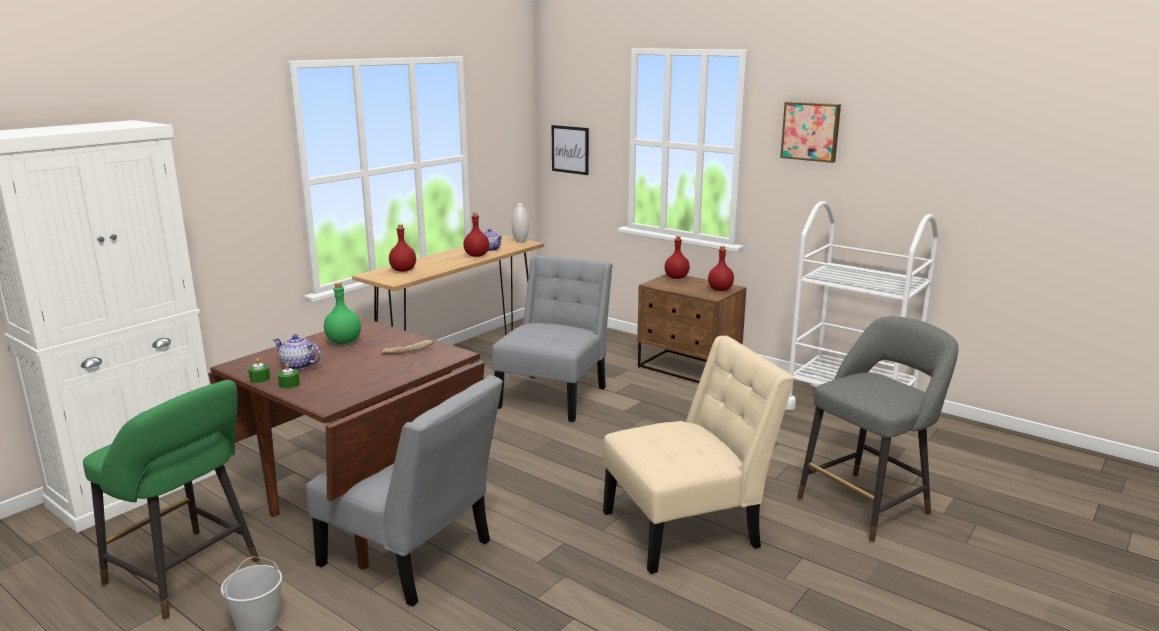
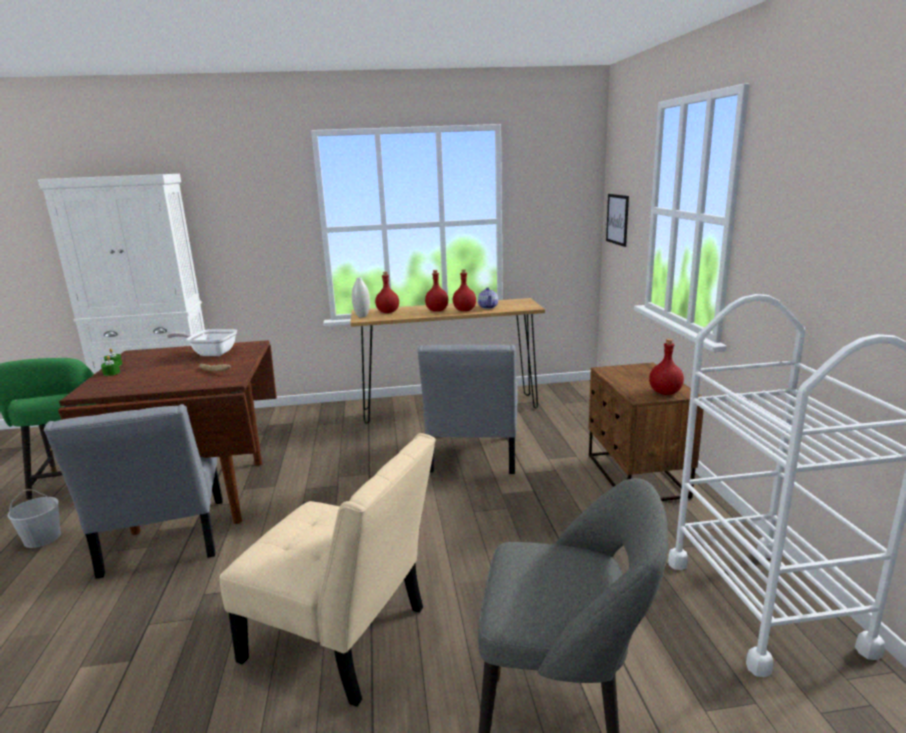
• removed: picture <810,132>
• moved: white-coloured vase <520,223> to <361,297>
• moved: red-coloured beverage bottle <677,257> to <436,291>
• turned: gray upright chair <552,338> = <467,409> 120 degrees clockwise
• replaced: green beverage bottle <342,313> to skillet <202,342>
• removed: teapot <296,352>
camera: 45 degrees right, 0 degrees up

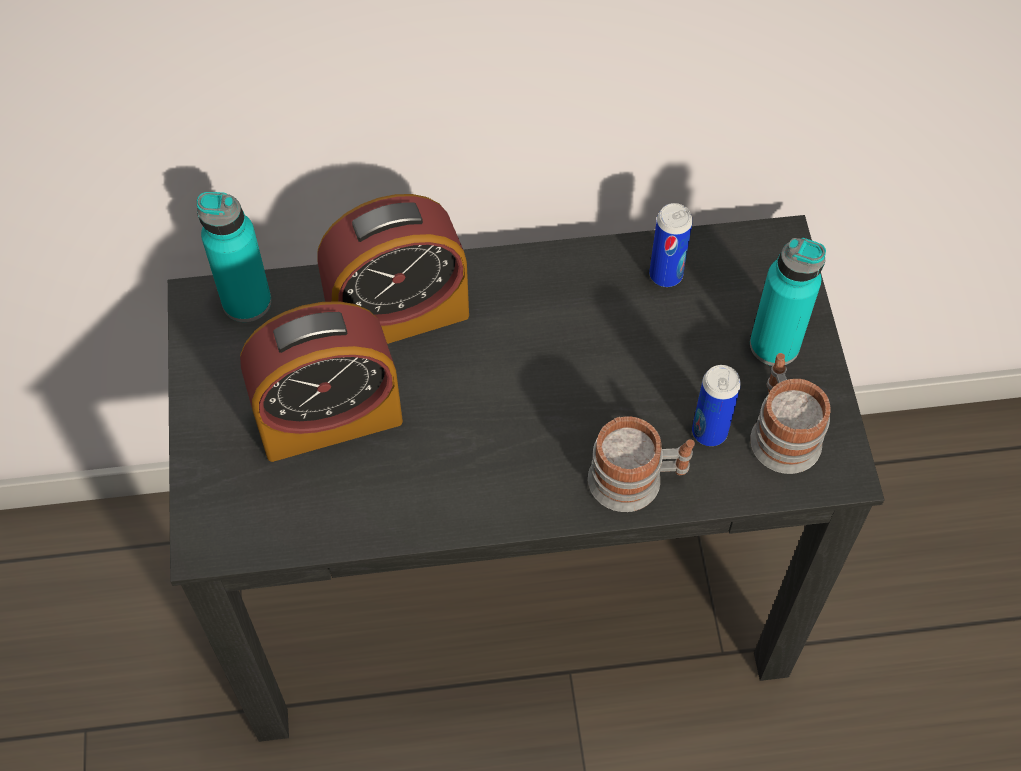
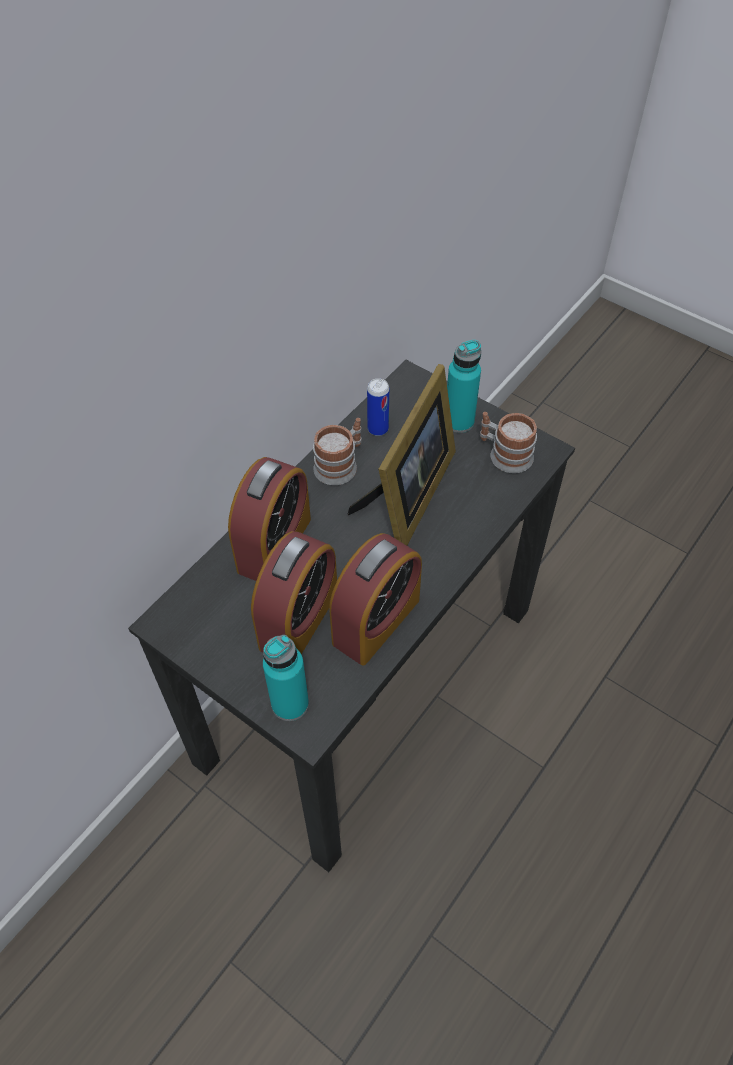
• moved: turquoise beverage bottle <234,257> to <286,678>
• removed: sealed can <716,405>
• moved: tea mug <641,464> to <337,451>
• added: photo frame <401,455>
• added: bedside clock <375,599>
camera: 45 degrees left, 5 degrees down

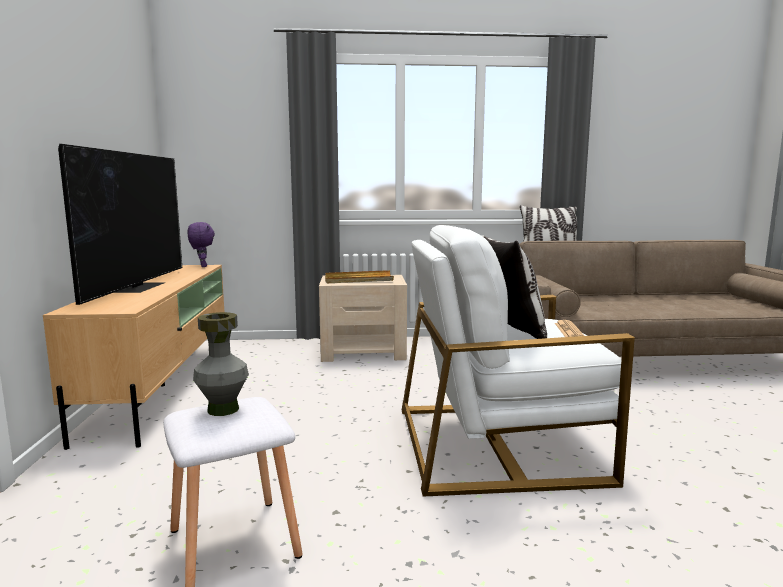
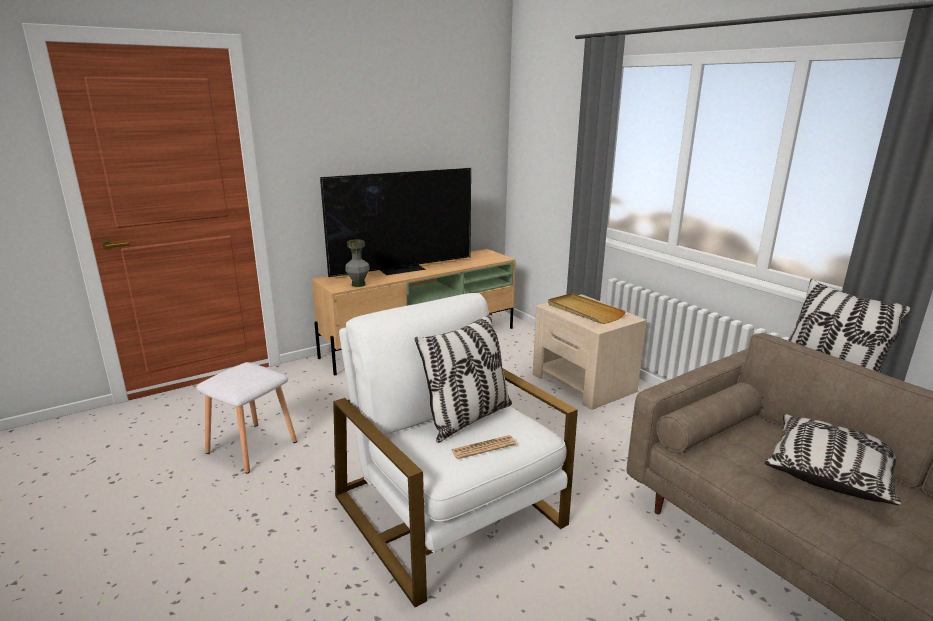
• removed: purplish cuddly toy <201,244>
• moved: gray vase <221,364> to <357,263>
• added: pillow <833,459>
camera: 60 degrees right, 10 degrees up

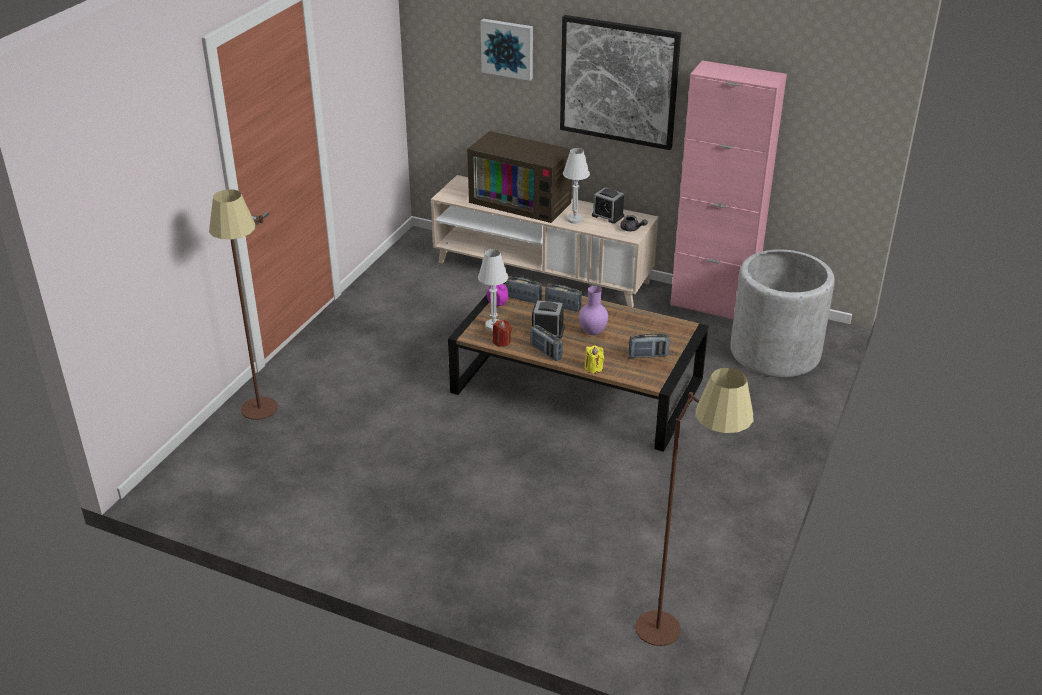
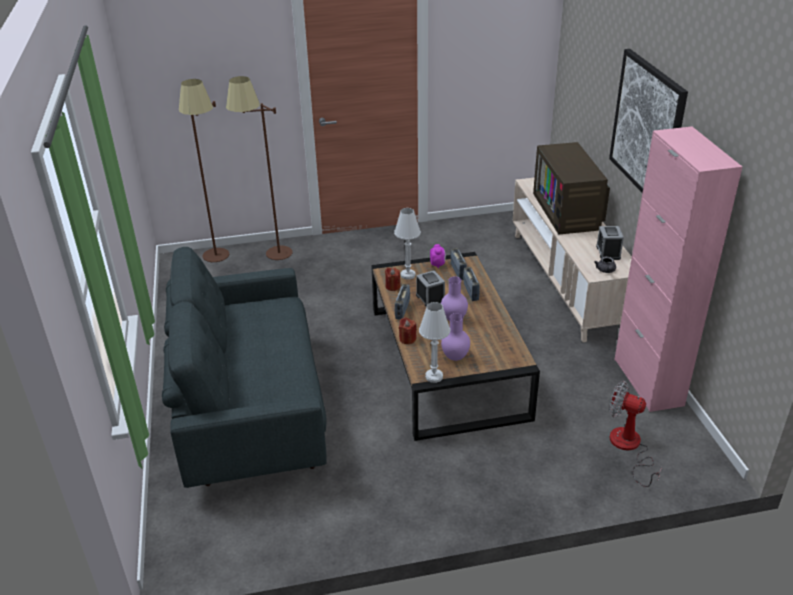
• removed: picture <507,50>
• moved: white-coloured table lamp <576,186> to <434,342>
• replaced: gray flower pot <782,313> to fan <635,434>
• replaced: radio receiver <649,345> to purplish vase <455,337>
• recoloured: yellowish wax candle <594,359> to red-coloured wax candle <408,330>
• moved: brown-coloured floor lamp <694,507> to <204,170>
• added: gray sofa <244,367>
camera: 55 degrees right, 0 degrees up

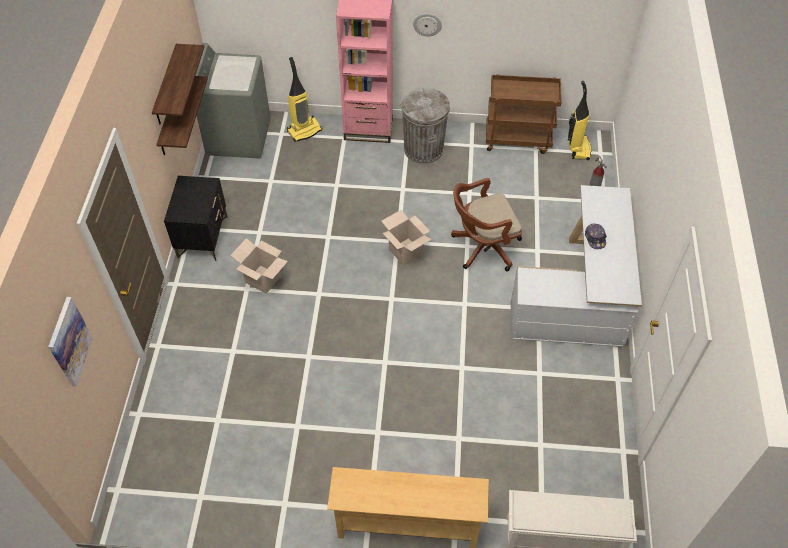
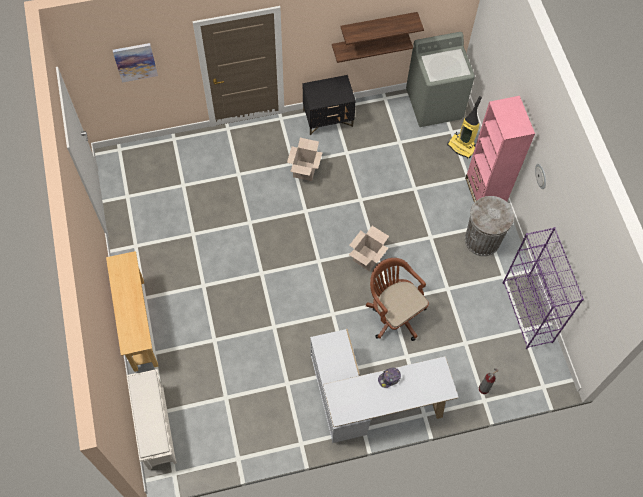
• replaced: brown-coloured wheeled cart <524,114> to purplish shelving unit <543,288>
• removed: vacuum cleaner <580,120>
camera: 70 degrees right, 10 degrees up

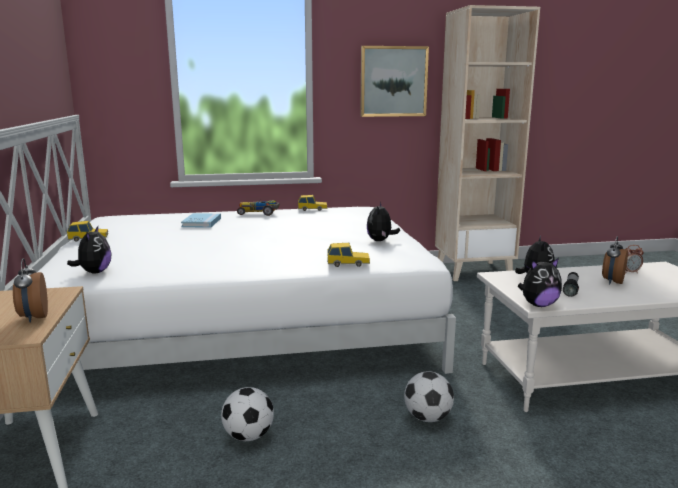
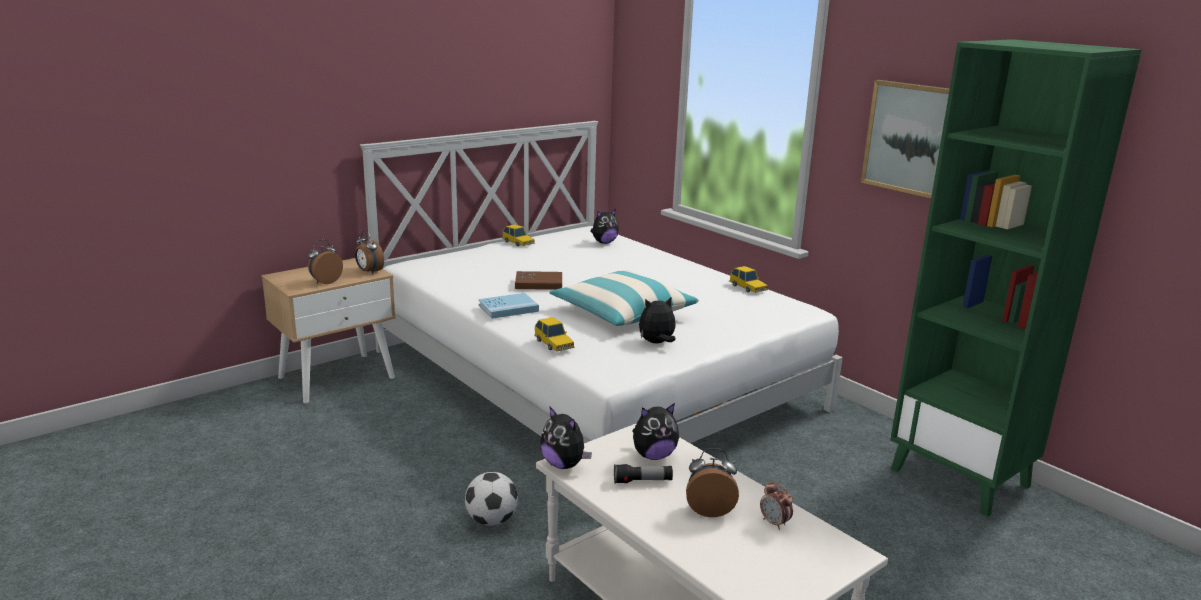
• recoloured: beige shelving unit <487,143> to green shelving unit <1016,278>
• removed: miniature car <258,208>
• moved: bluish bound book <201,220> to <509,306>
• moved: cuddly toy <89,249> to <604,226>
• removed: ball for football <247,414>
• added: bedside clock <369,252>
• added: pillow <624,298>
• added: brown-coloured bound book <538,280>
camera: 60 degrees right, 5 degrees up

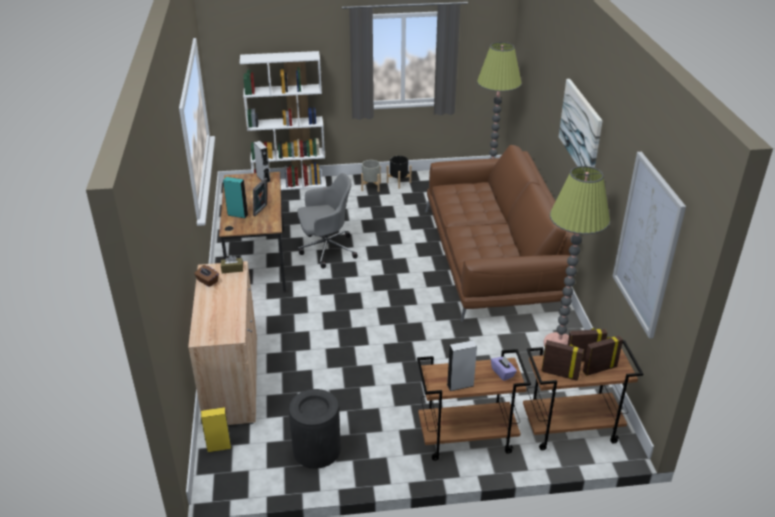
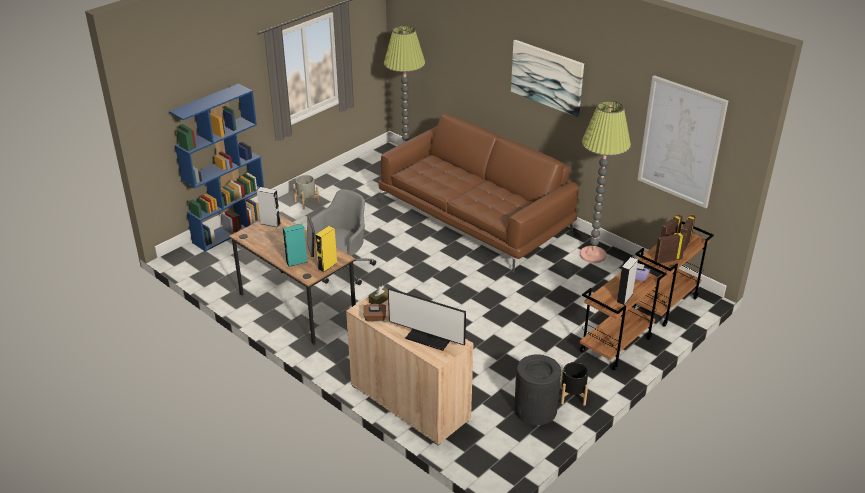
• recoloured: white-coloured shelving unit <283,120> to bluish shelving unit <216,168>
• moved: black flower pot <399,172> to <574,384>
• moved: yellowish audio speaker <216,430> to <326,249>
• added: computer display <427,319>
camera: 40 degrees left, 0 degrees up

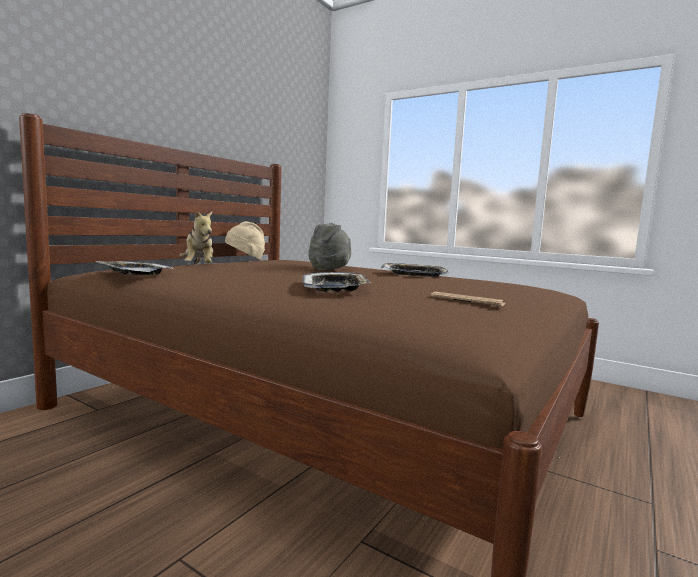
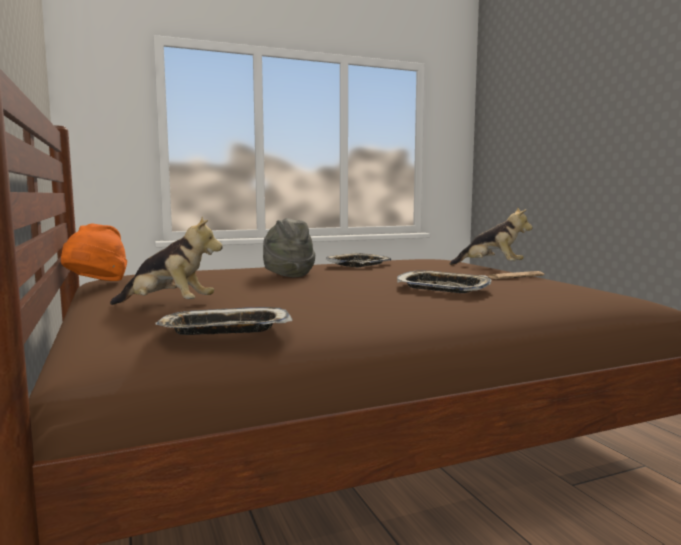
• recoloured: beige clothing hat <245,240> to orange clothing hat <94,252>
• added: cuddly toy <491,236>
camera: 55 degrees left, 0 degrees up

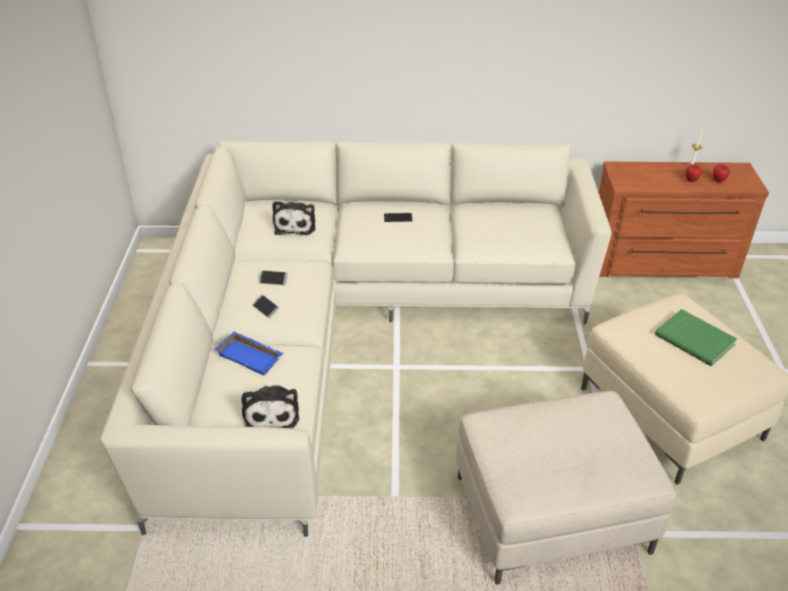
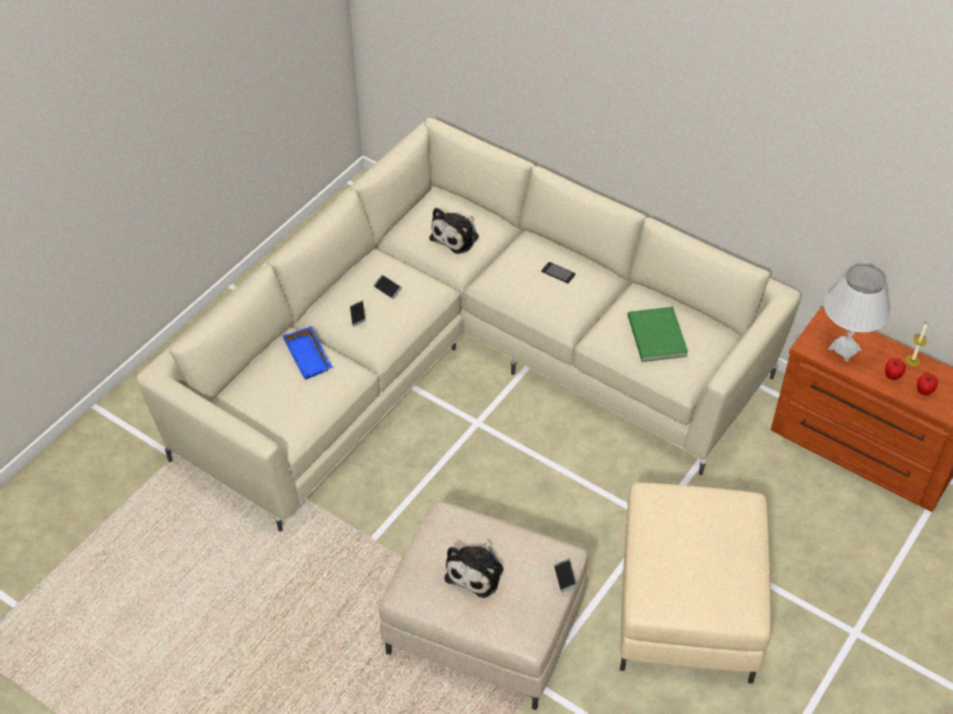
• moved: green bound book <696,337> to <657,334>
• moved: cuddly toy <270,406> to <474,568>
• added: white-coloured table lamp <857,314>
• added: handset <565,576>
camera: 35 degrees right, 10 degrees up

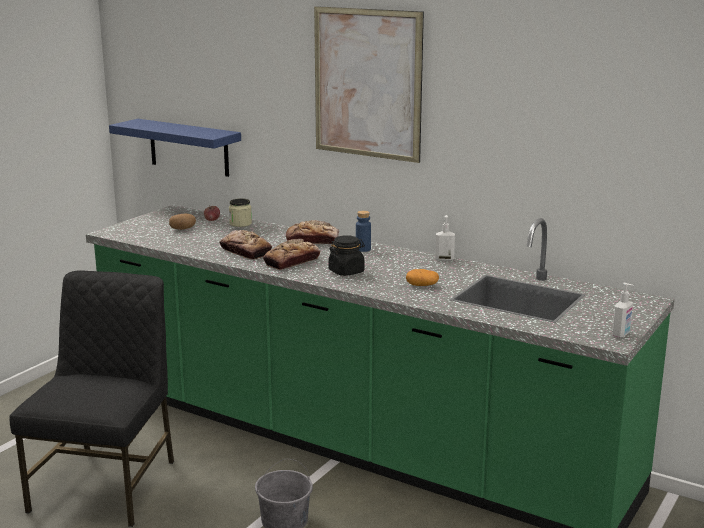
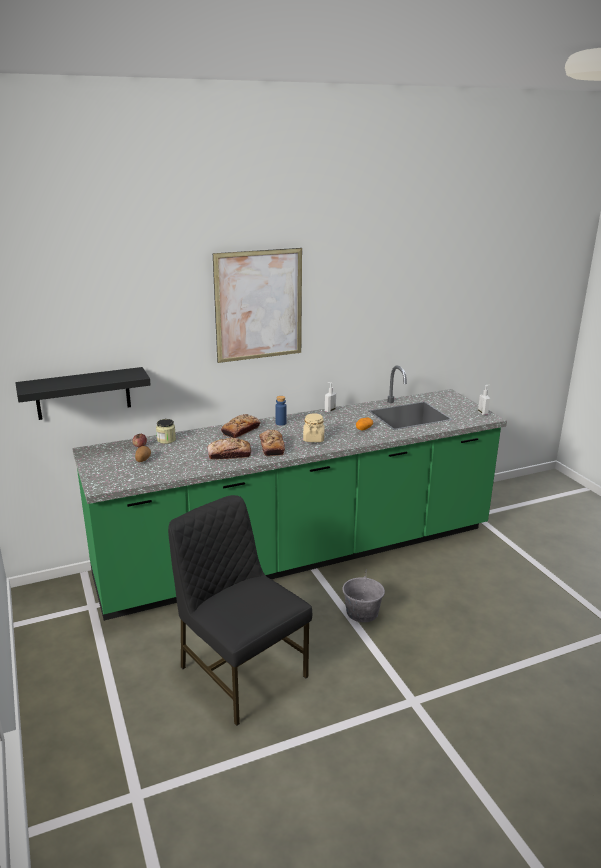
• recoloured: bluish wall shelf <175,148> to black wall shelf <83,393>
• recoloured: black jar <346,255> to beige jar <314,427>
camera: 55 degrees left, 5 degrees up

